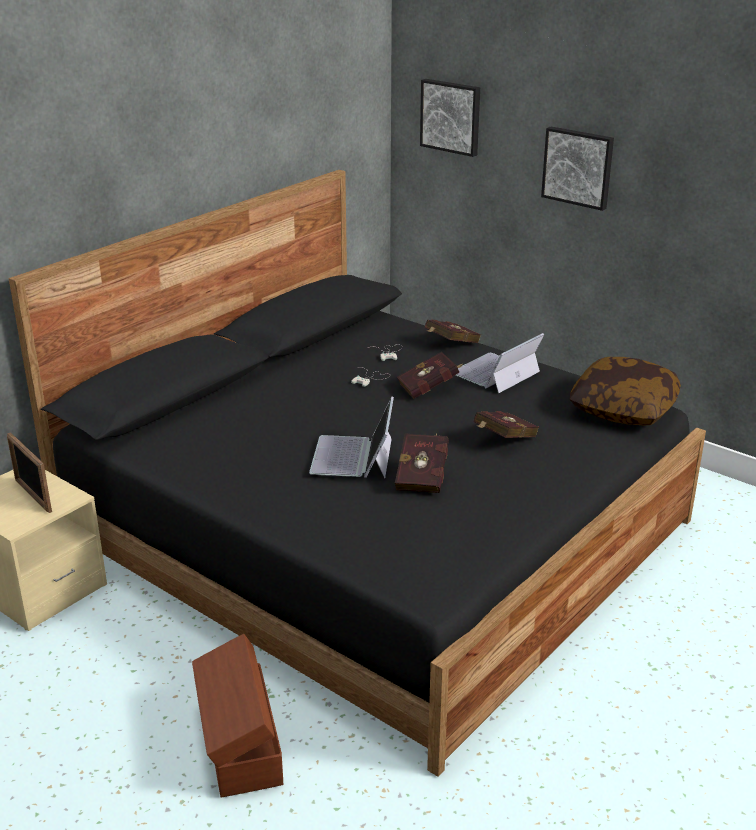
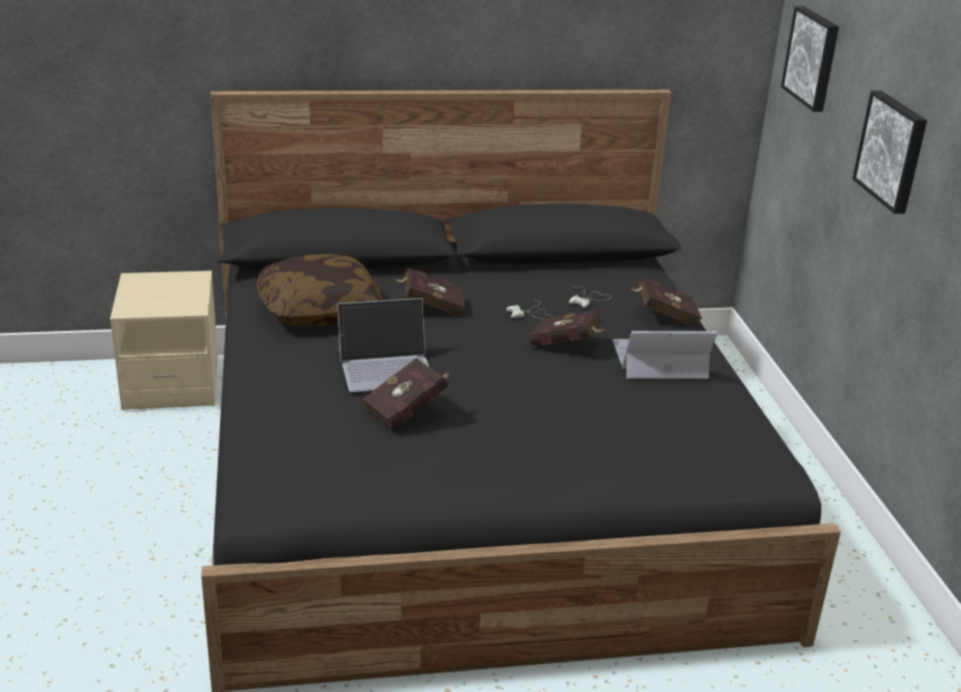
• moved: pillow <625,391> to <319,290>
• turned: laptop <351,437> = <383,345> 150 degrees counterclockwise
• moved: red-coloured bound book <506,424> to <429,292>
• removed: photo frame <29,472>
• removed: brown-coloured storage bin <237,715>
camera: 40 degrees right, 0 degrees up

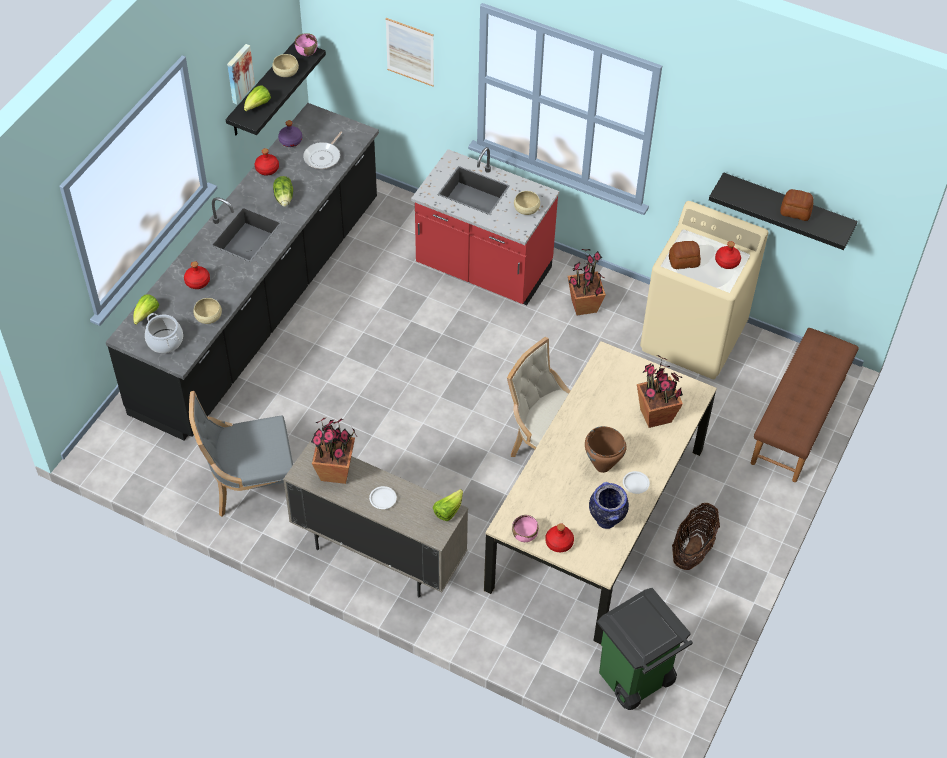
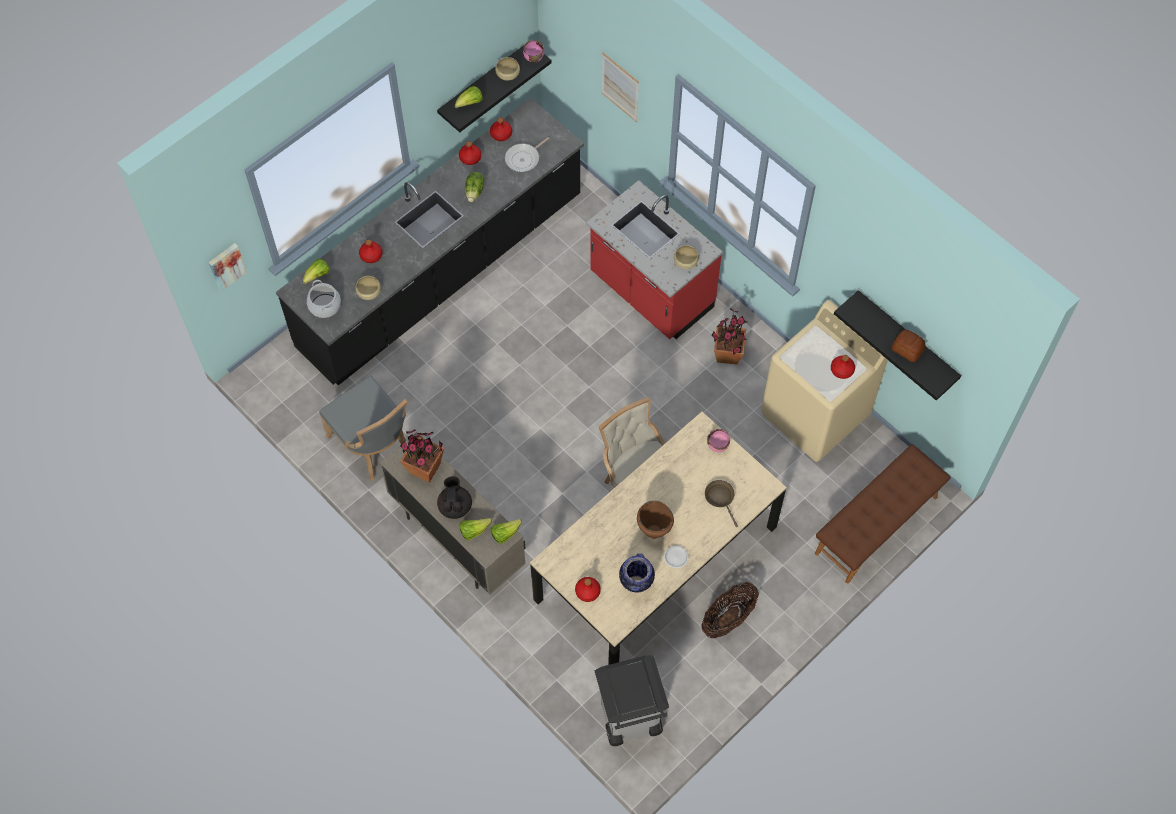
• moved: picture <241,74> to <228,267>
• recoloured: purplish beverage bottle <290,133> to red-coloured beverage bottle <501,129>
• removed: bread <685,255>
• replaced: plant in a pot <660,391> to brown-coloured skillet <721,503>
• turned: gray upright chair <241,454> = <363,428> 135 degrees counterclockwise
• replaced: white-coloured plate <383,497> to black teapot <454,497>
• moved: pink-coloured serving bowl <525,528> to <718,440>
• recoloured: green rubbish bin <645,649> to gray rubbish bin <632,700>
• added: lettuce head <476,529>
camera: 20 degrees right, 10 degrees up

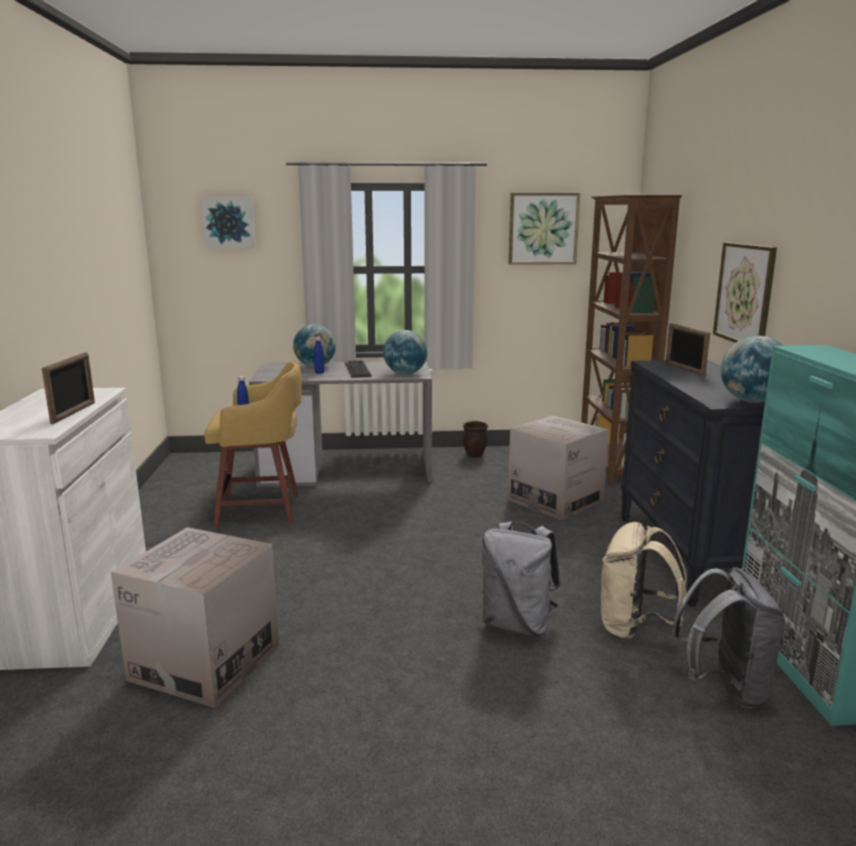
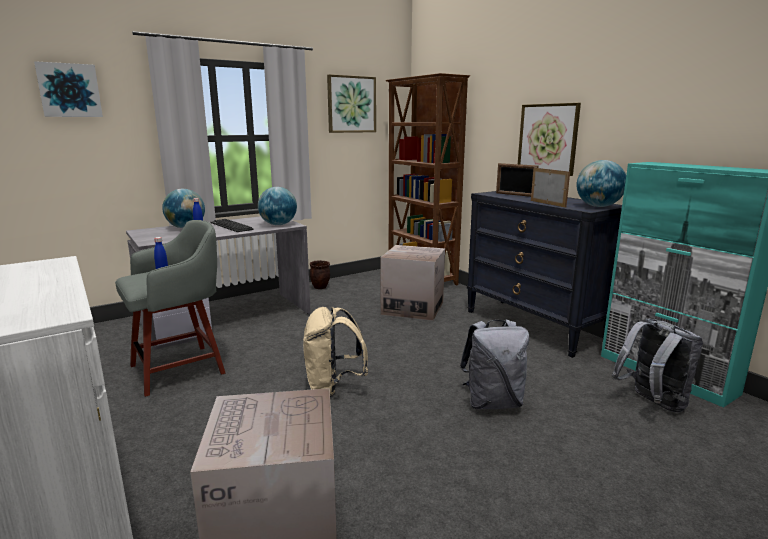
• moved: photo frame <68,388> to <550,187>
• recoloured: yellowish sitting stool <253,444> to gray sitting stool <170,308>
• moved: beige knapsack <643,581> to <335,352>
camera: 30 degrees left, 0 degrees up

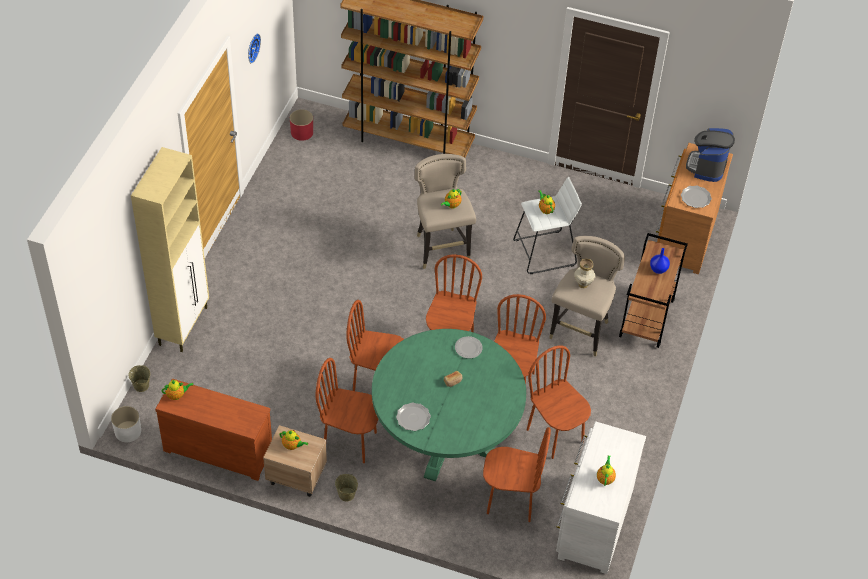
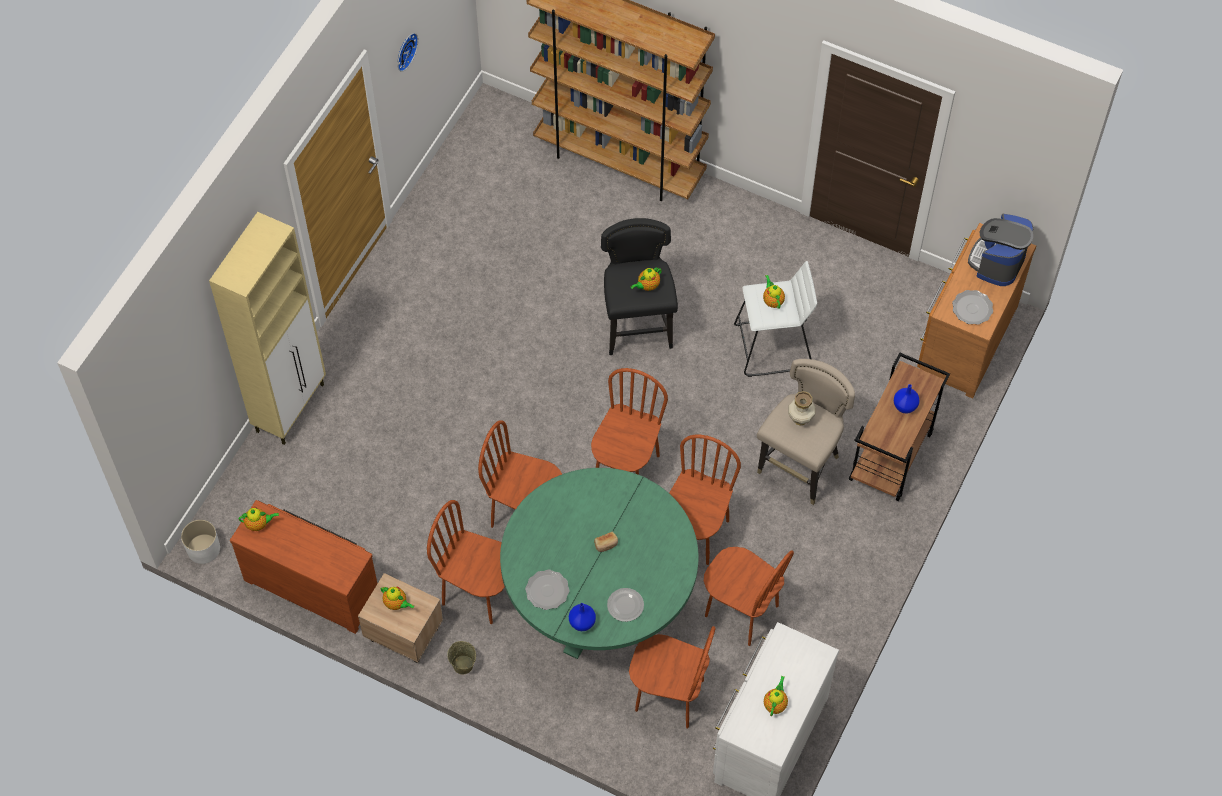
• removed: red-coloured flower pot <301,125>
• recoloured: beige sitting stool <445,211> to black sitting stool <639,286>
• moved: plate <469,347> to <625,605>
• turned: brown-coloured upright chair <559,402> = <749,596> 150 degrees clockwise
• removed: beige water bucket <139,378>
• added: bluish vase <582,617>
camera: 10 degrees right, 10 degrees up

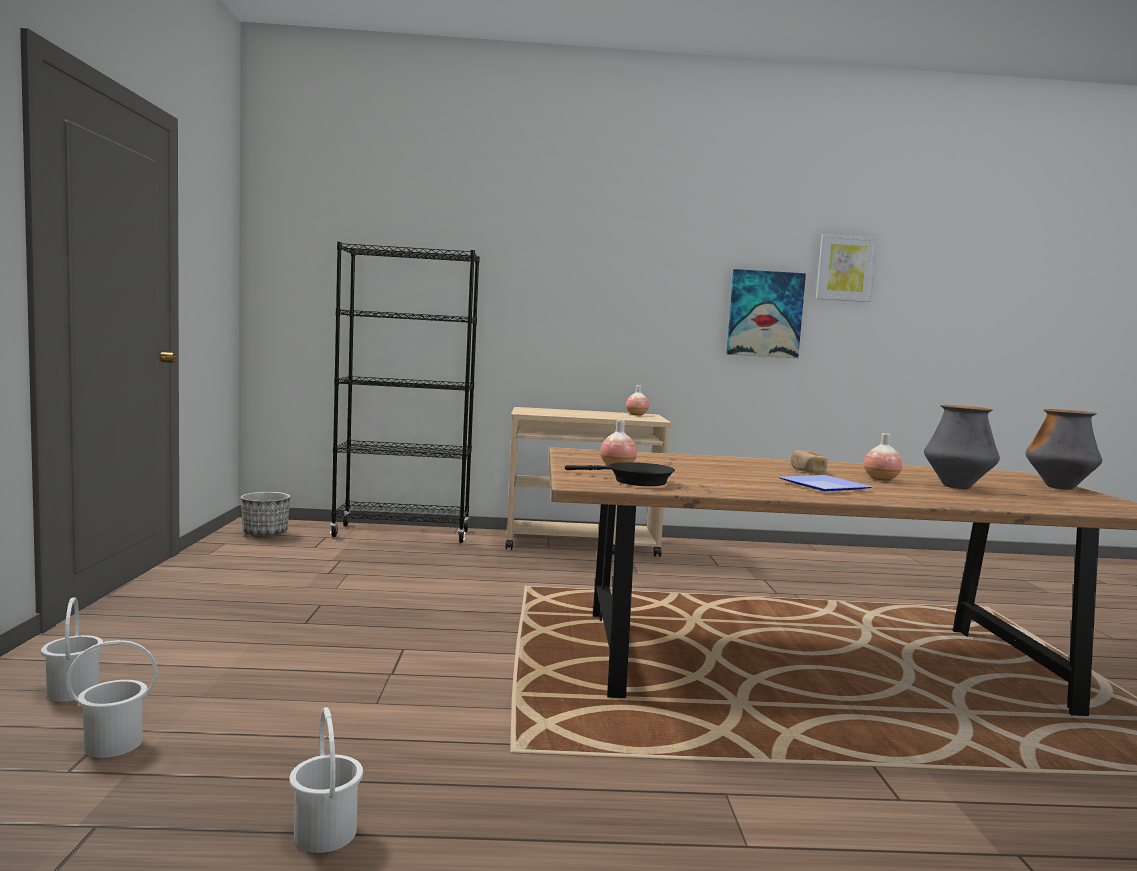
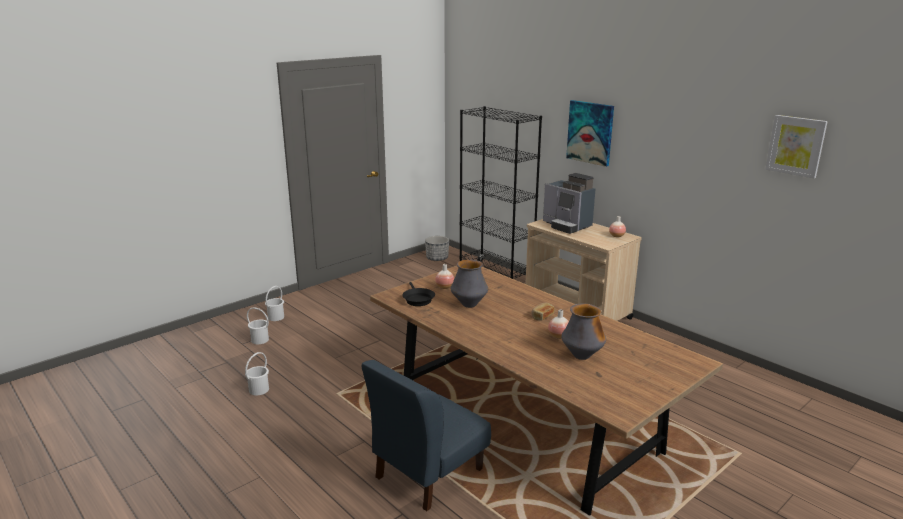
• moved: picture <766,313> to <590,133>
• moved: vase <1064,449> to <469,284>
• removed: plate <825,483>
• added: coffee machine <569,203>
• added: bluish upright chair <426,435>
camera: 50 degrees right, 15 degrees up

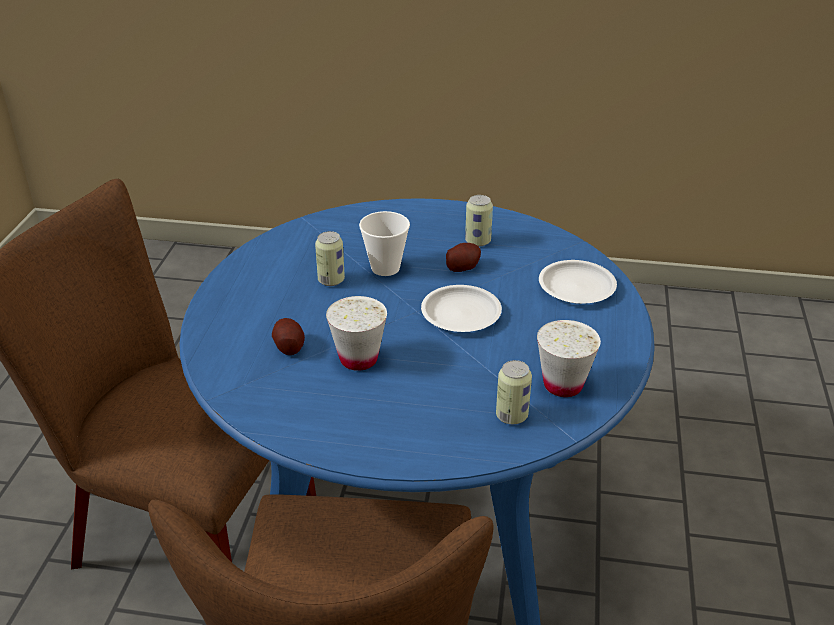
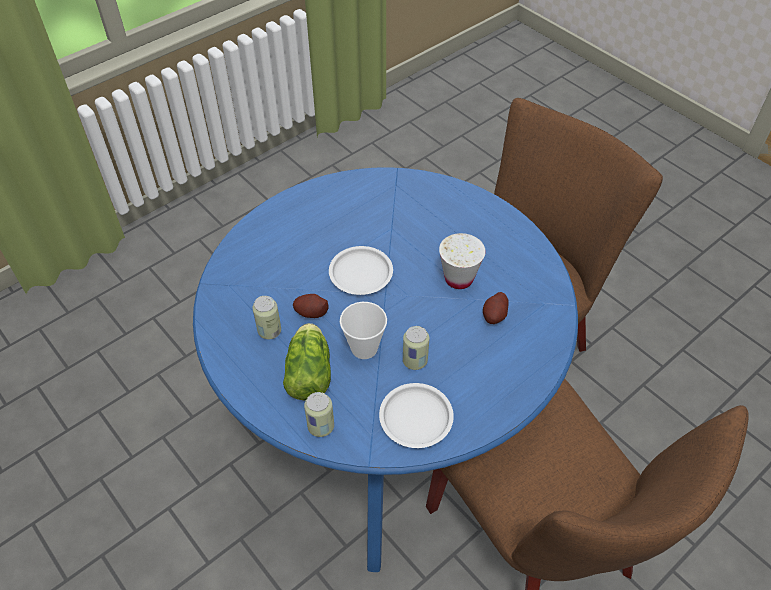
• moved: white-coloured plate <578,282> to <416,415>
• removed: white-coloured cup <569,358>
• moved: sealed can <514,392> to <319,414>
• added: lettuce head <307,362>
camera: 140 degrees left, 15 degrees up

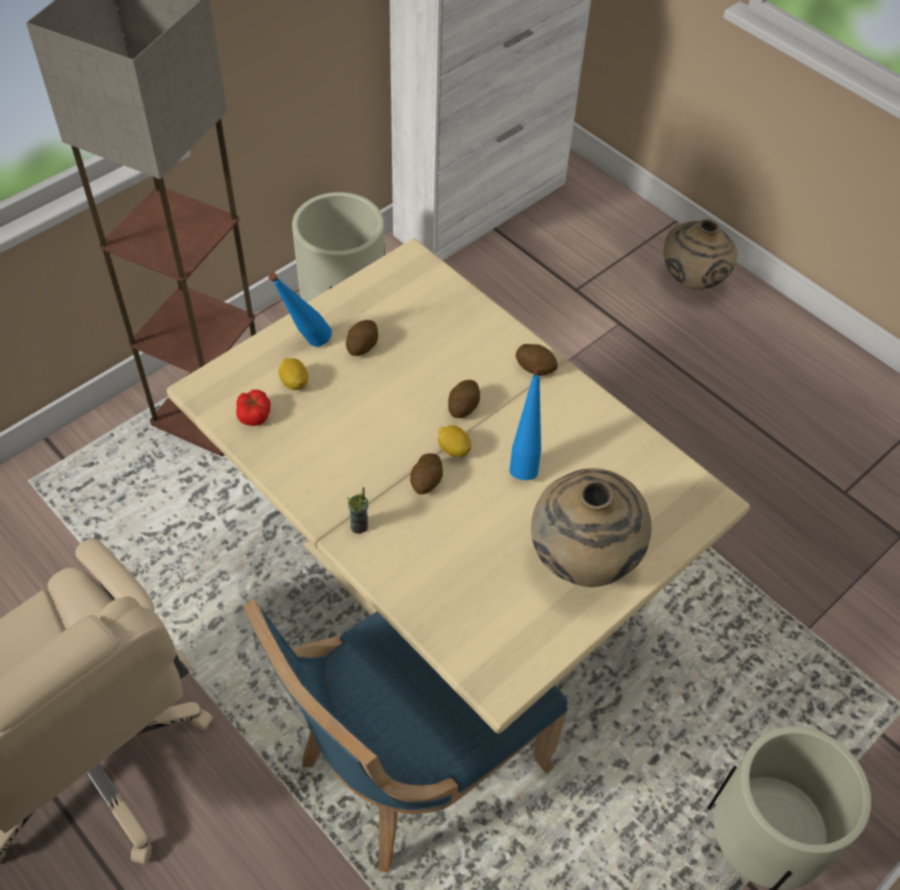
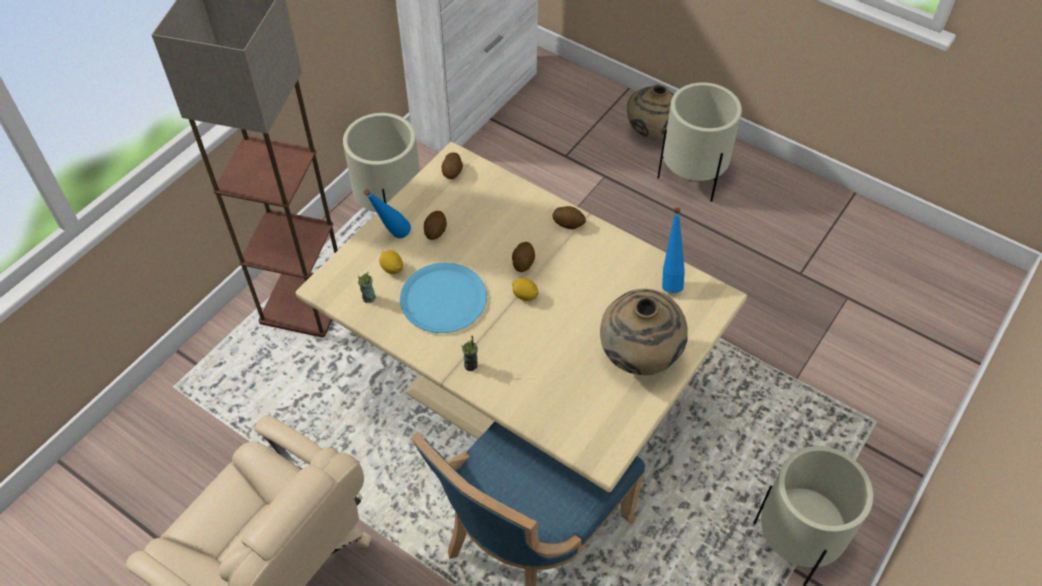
• moved: bluish beverage bottle <525,423> to <673,250>
• replaced: tomato <253,408> to cup <367,287>
• moved: spud <426,473> to <452,165>
• added: beige flower pot <699,142>
• added: bluish plate <443,298>
camera: 10 degrees left, 0 degrees up

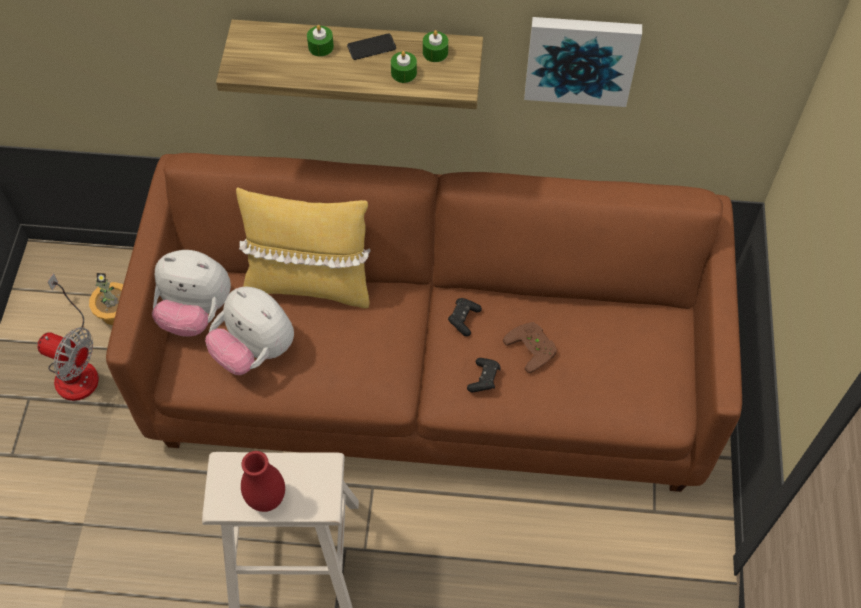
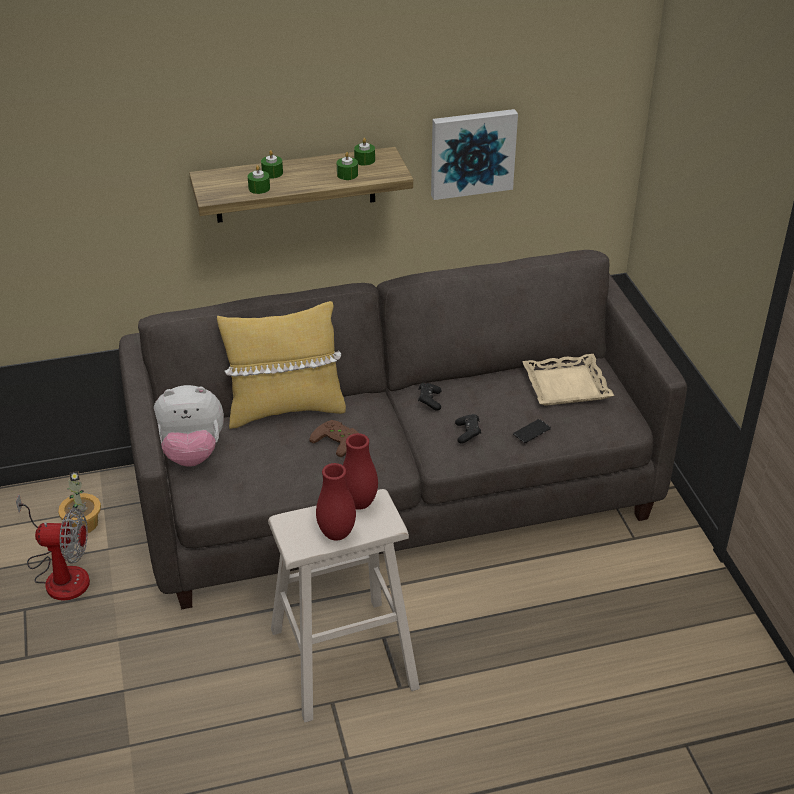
• moved: handset <371,47> to <532,431>
• recoloured: brown-coloured sofa <424,322> to gray sofa <403,429>
• removed: cuddly toy <249,330>
• moved: brown-coloured game controller <530,347> to <333,438>
• added: green wax candle <259,179>
• added: beige carrying tray <568,380>
• added: red-coloured vase <360,471>
camera: 20 degrees left, 20 degrees down

